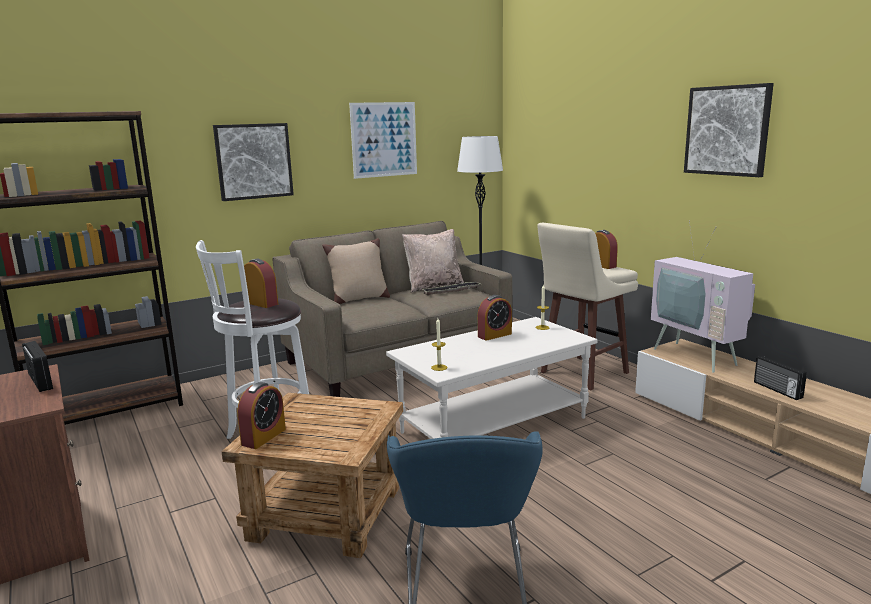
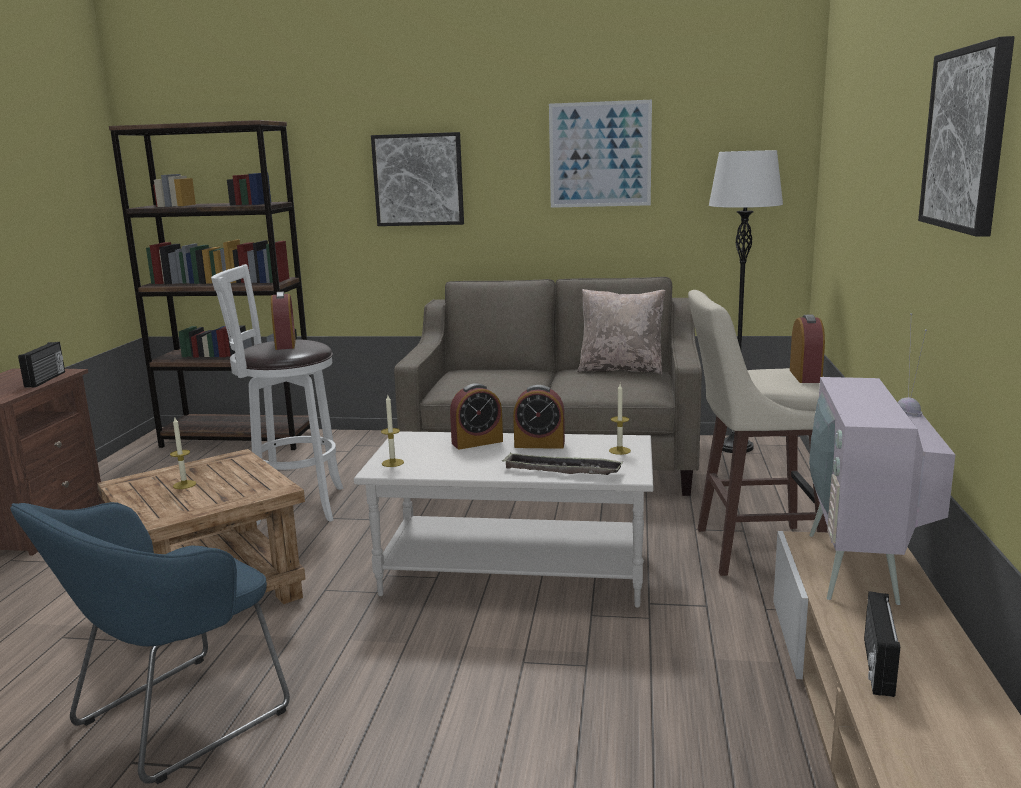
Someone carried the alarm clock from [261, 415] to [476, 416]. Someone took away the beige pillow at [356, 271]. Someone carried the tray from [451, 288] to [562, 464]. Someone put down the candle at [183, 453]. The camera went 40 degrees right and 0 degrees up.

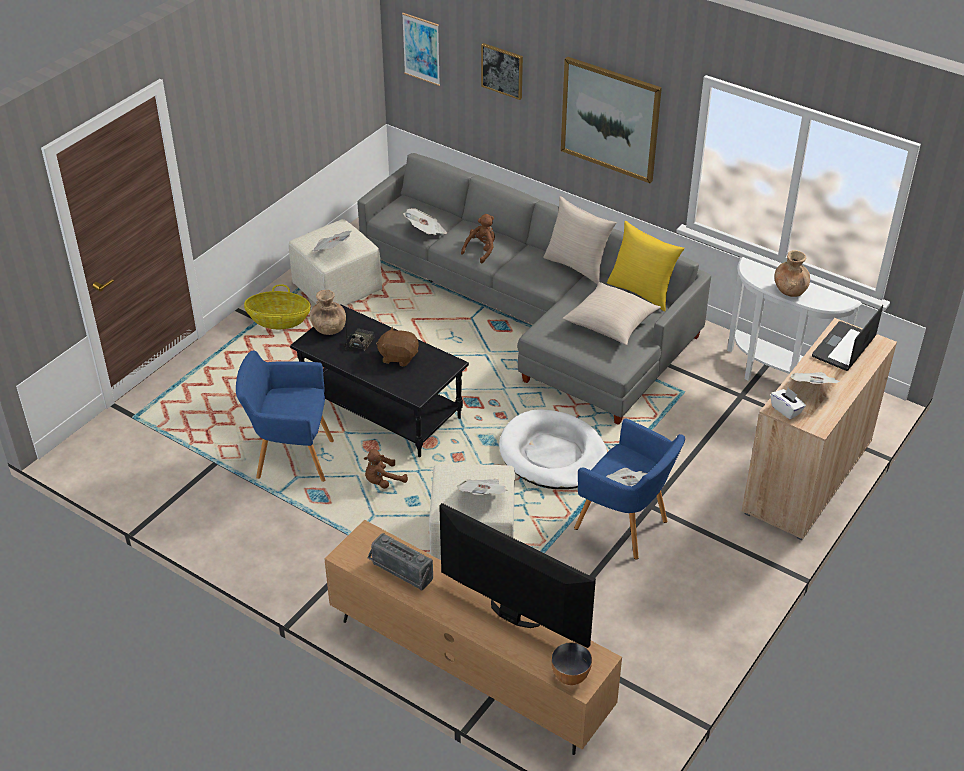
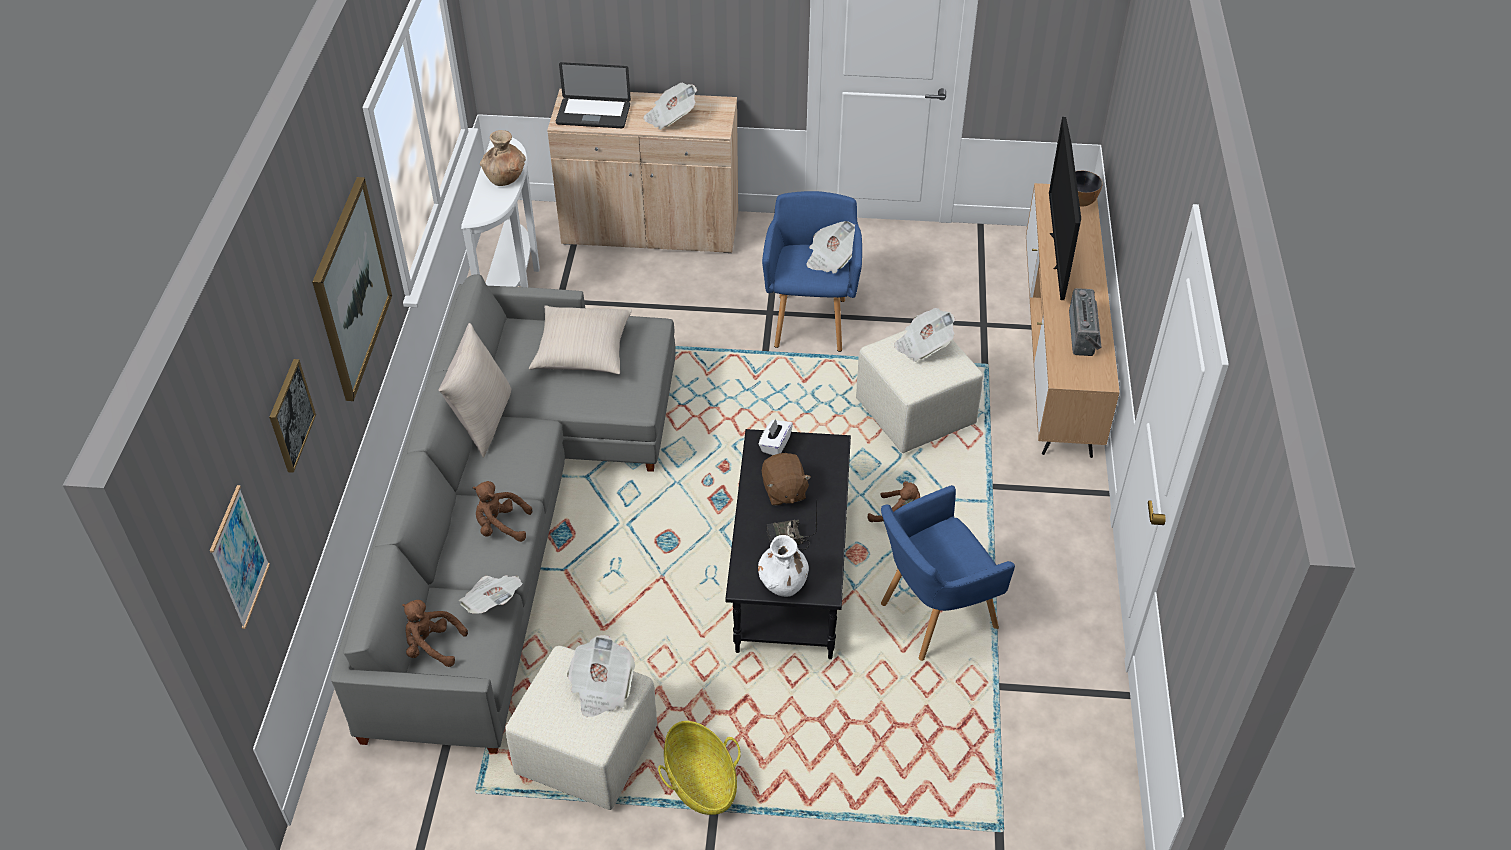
Someone rotated the blue armchair at [285, 416] by 90 degrees clockwise. Someone repainted the brown vase at [328, 312], which became the white vase at [783, 566]. Someone took away the white dog bed at [553, 449]. Someone took away the yellow pillow at [646, 266]. Someone carried the white tissue box from [788, 404] to [775, 437]. Someone put down the brown plush toy at [435, 633]. The camera went 120 degrees left and 5 degrees up.

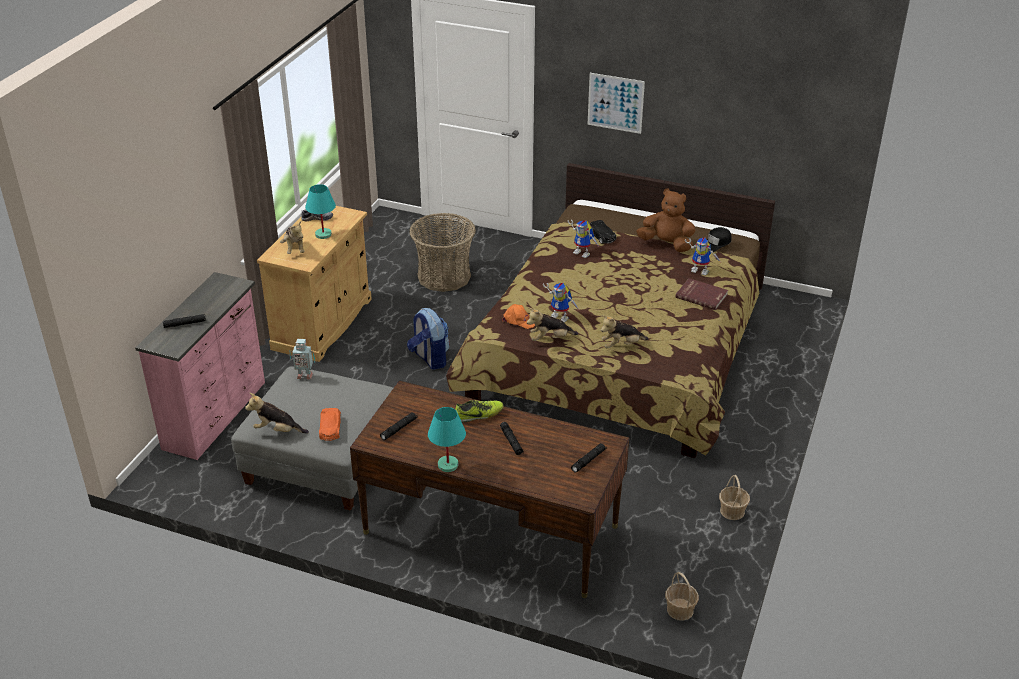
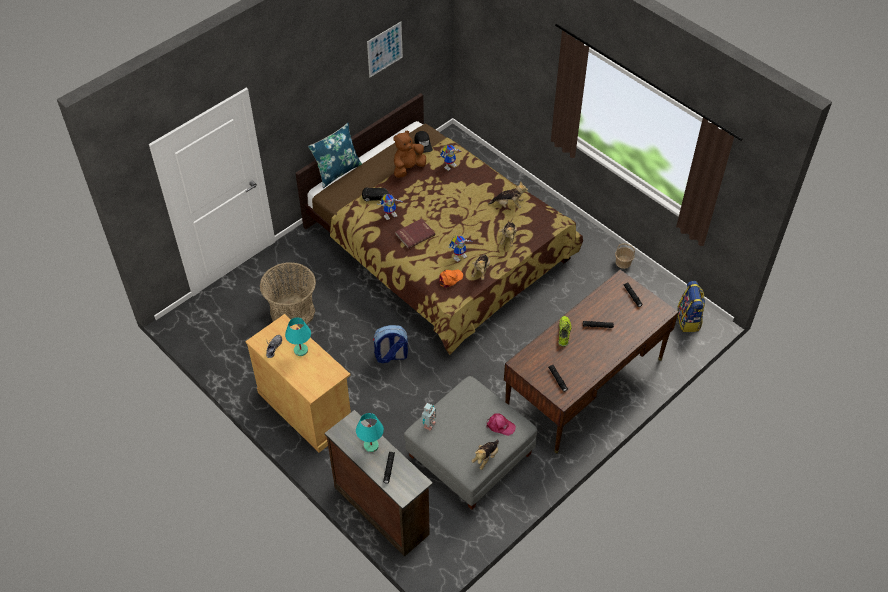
Someone repainted the pink dresser at [200, 366], which became the brown dresser at [379, 483]. Someone carried the plush toy from [292, 237] to [508, 195]. Someone swapped the orange toy car at [330, 424] for the pink cap at [501, 424]. Someone carried the turquoise table lamp from [447, 439] to [370, 432]. Someone carried the picture from [616, 103] to [385, 49]. Someone swapped the basket at [682, 596] for the backpack at [691, 306]. Someone carried the red book from [701, 294] to [415, 233]. Someone put down the blue pillow at [335, 155]. The camera went 65 degrees left and 15 degrees up.

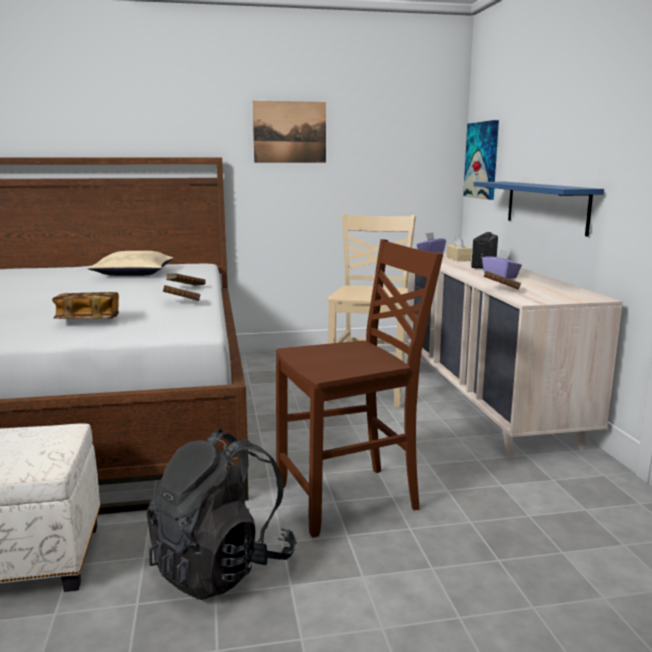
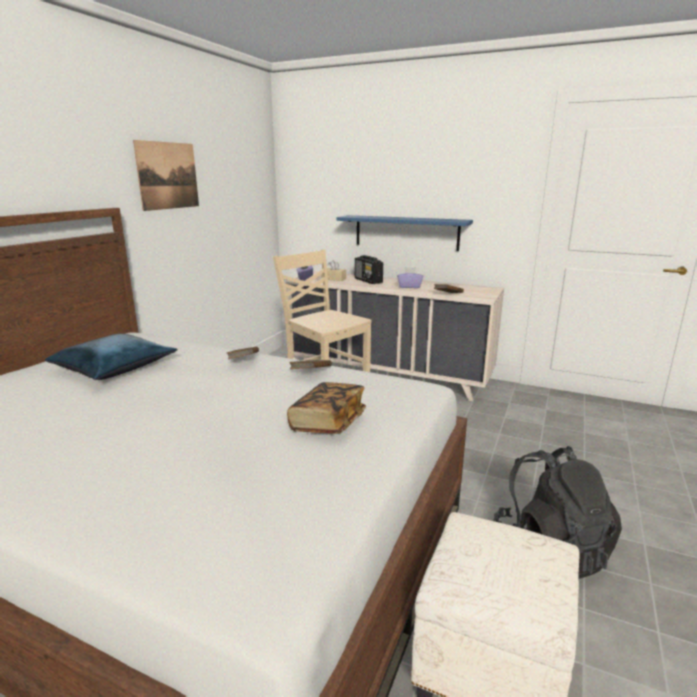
Someone repainted the beige pillow at [130, 263], which became the blue pillow at [111, 357]. Someone took away the brown chair at [359, 388]. Someone took away the picture at [481, 160]. The camera went 55 degrees left and 5 degrees up.

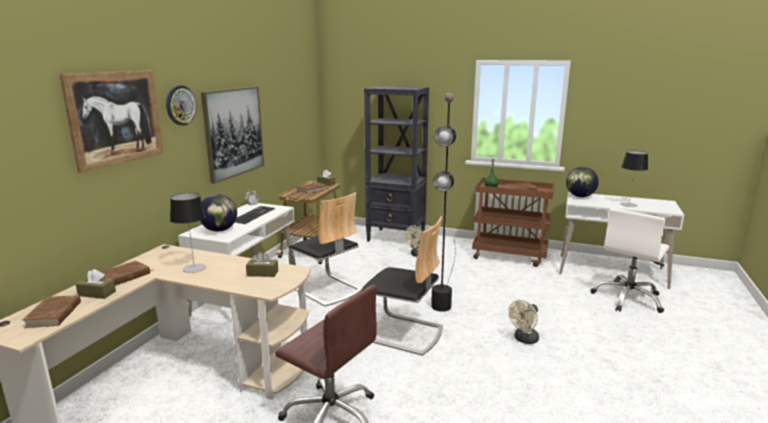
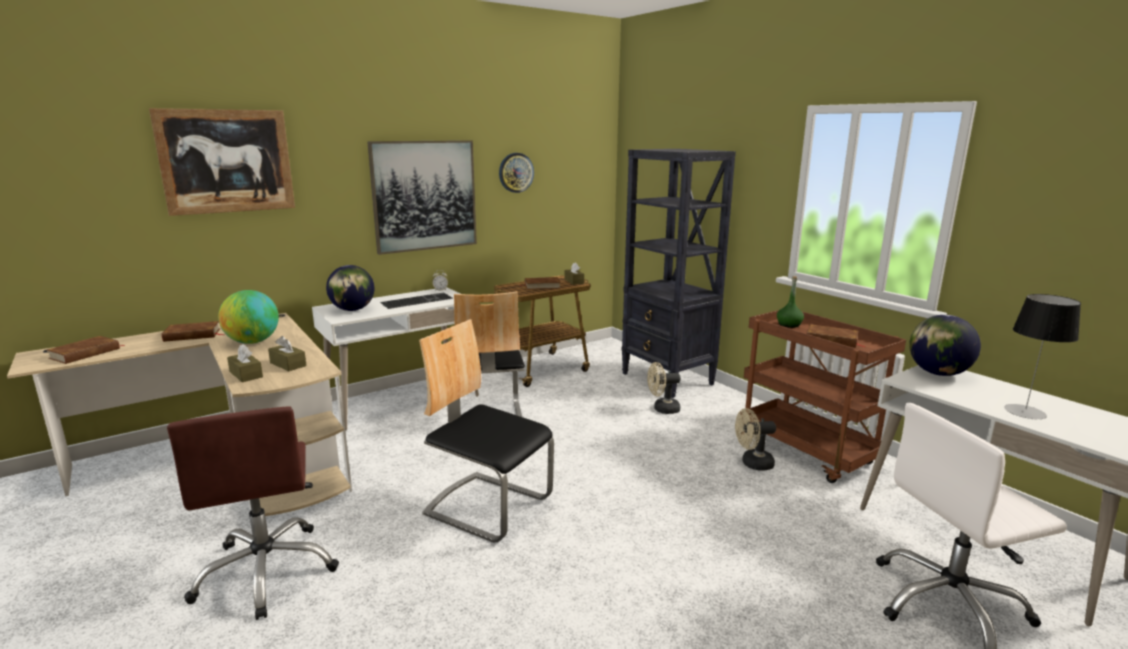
Someone carried the brown tissue box from [96, 284] to [245, 363]. Someone carried the wall clock from [181, 105] to [516, 173]. Someone swapped the table lamp at [188, 233] for the globe at [248, 317]. Someone rotated the chair at [402, 286] by 150 degrees clockwise. Someone took away the black floor lamp at [443, 202]. Someone carried the beige fan from [523, 322] to [755, 439]. The camera went 35 degrees right and 0 degrees up.

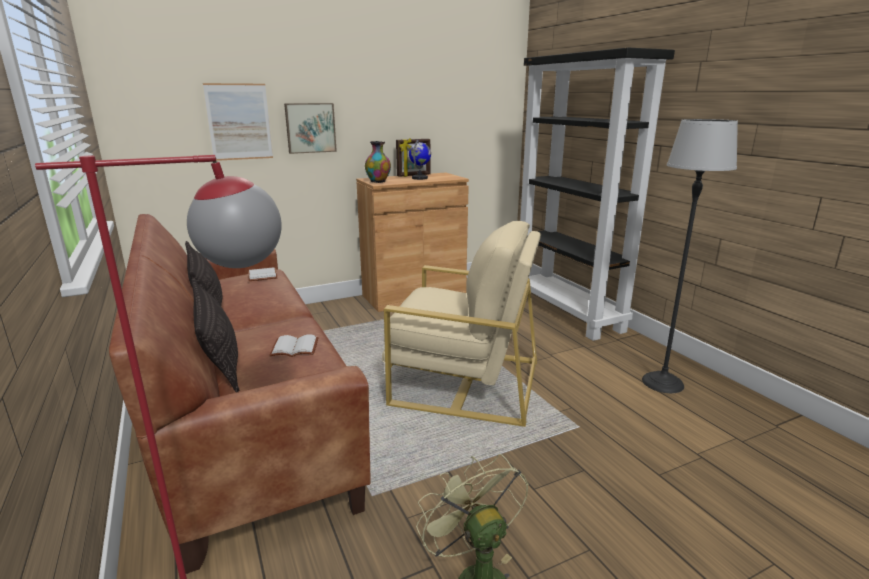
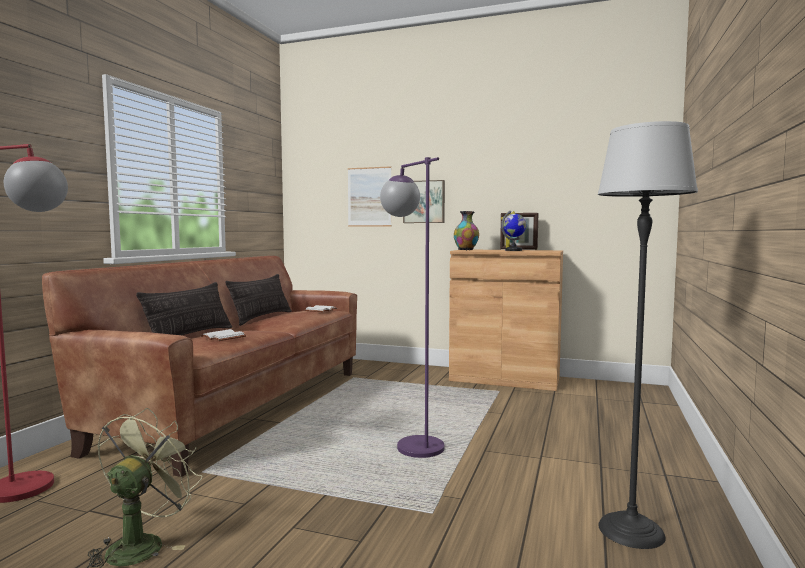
Someone swapped the beige armchair at [461, 324] for the purple floor lamp at [412, 307]. Someone took away the black bookcase at [597, 194]. The camera went 45 degrees right and 15 degrees down.

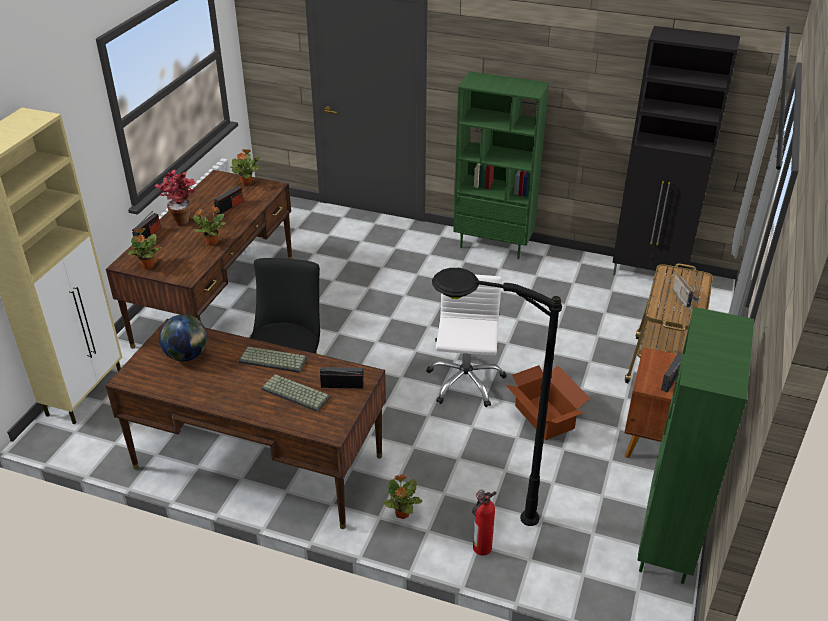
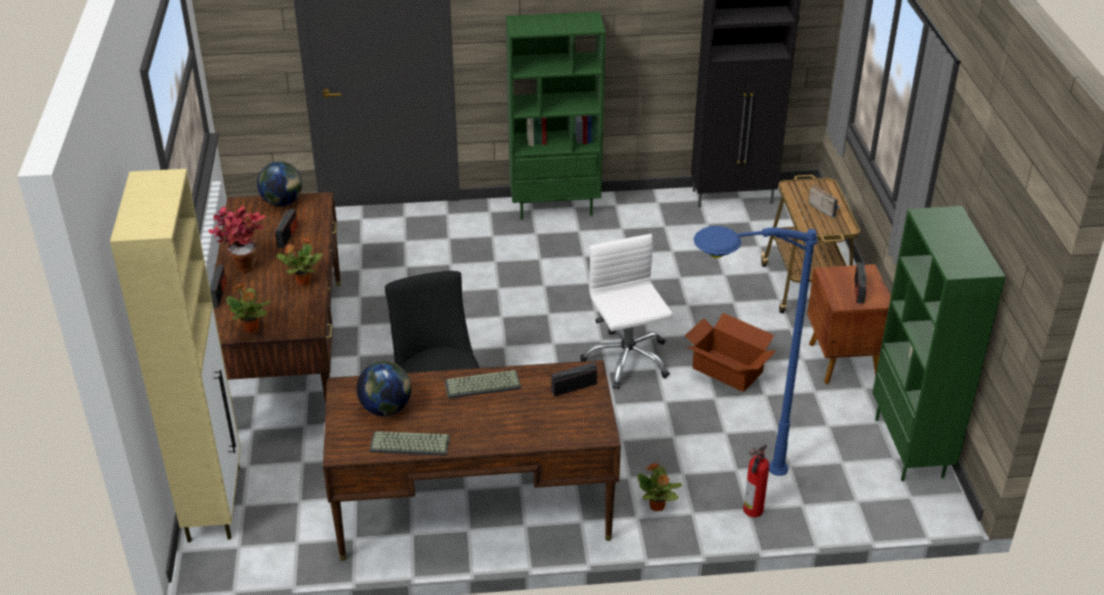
Someone swapped the potted plant at [245, 167] for the globe at [279, 183]. Someone carried the keyboard from [296, 393] to [409, 443]. Someone repainted the black floor lamp at [497, 397], which became the blue floor lamp at [756, 351]. The camera went 25 degrees left and 0 degrees up.

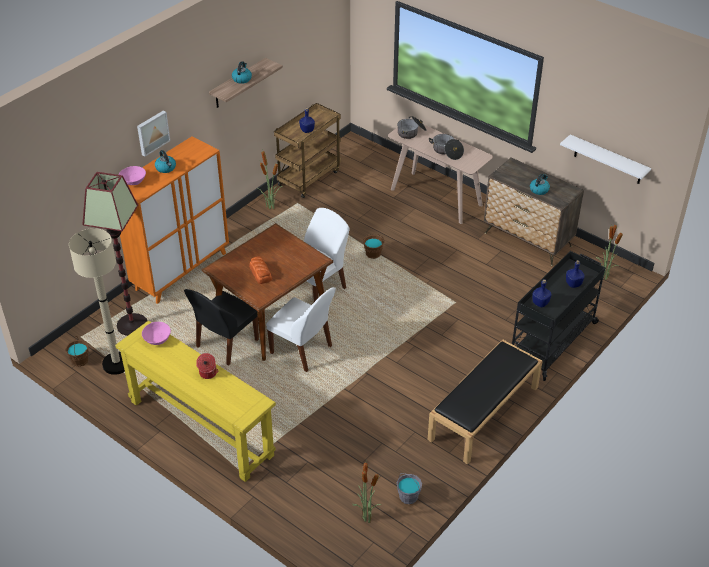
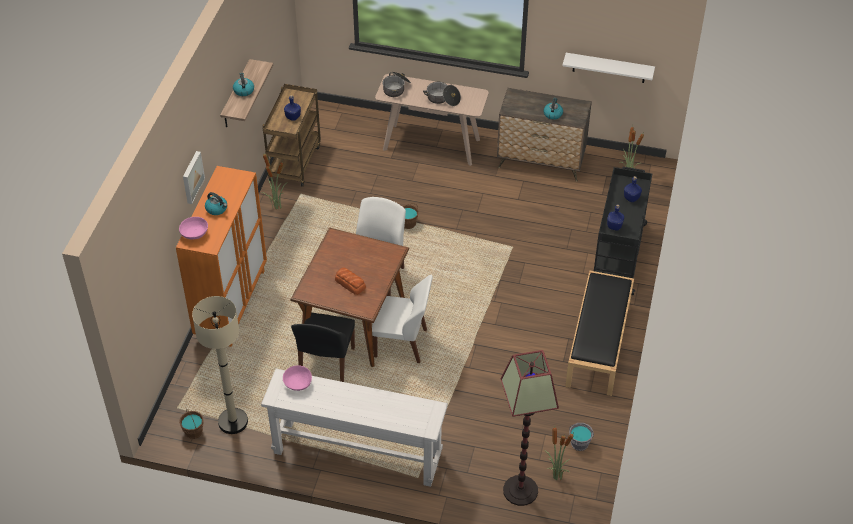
Someone carried the floor lamp from [114, 254] to [530, 428]. Someone repainted the yellow console table at [195, 401], which became the white console table at [354, 428]. Someone took away the cooking pot at [207, 366]. The camera went 25 degrees left and 5 degrees up.

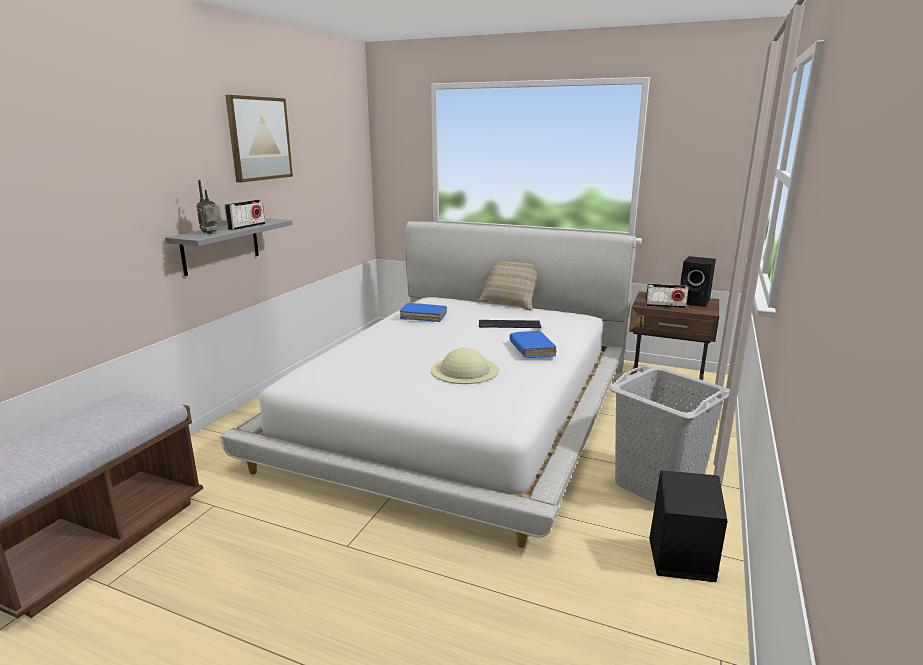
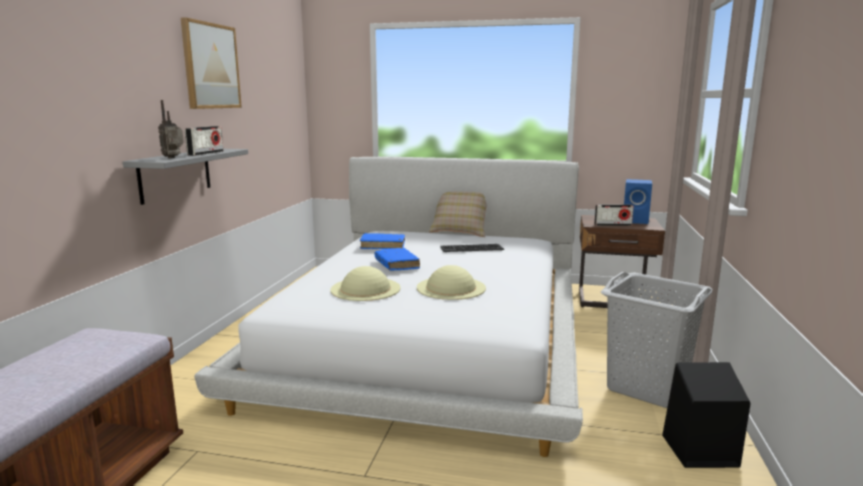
Someone carried the blue book from [532, 344] to [397, 259]. Someone repainted the black speaker at [698, 281], which became the blue speaker at [638, 201]. Someone put down the beige hat at [365, 283]. The camera went 10 degrees left and 5 degrees down.

